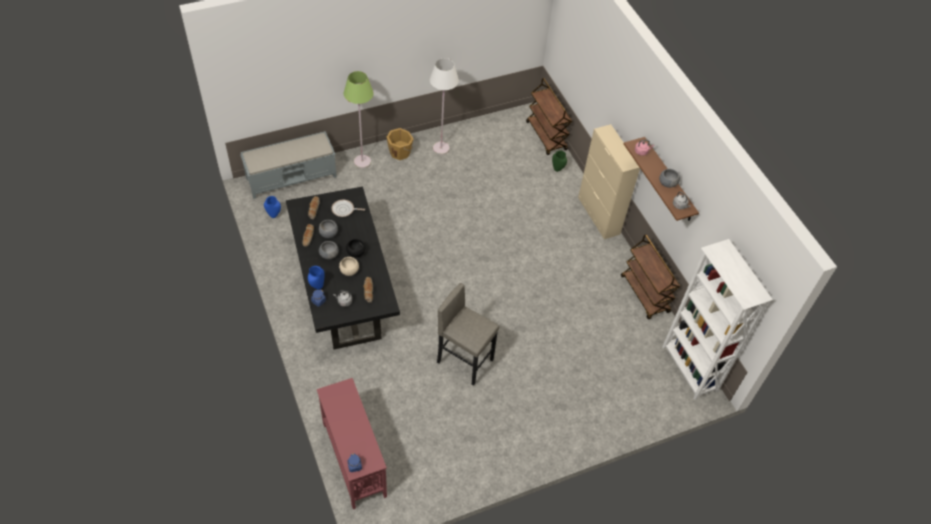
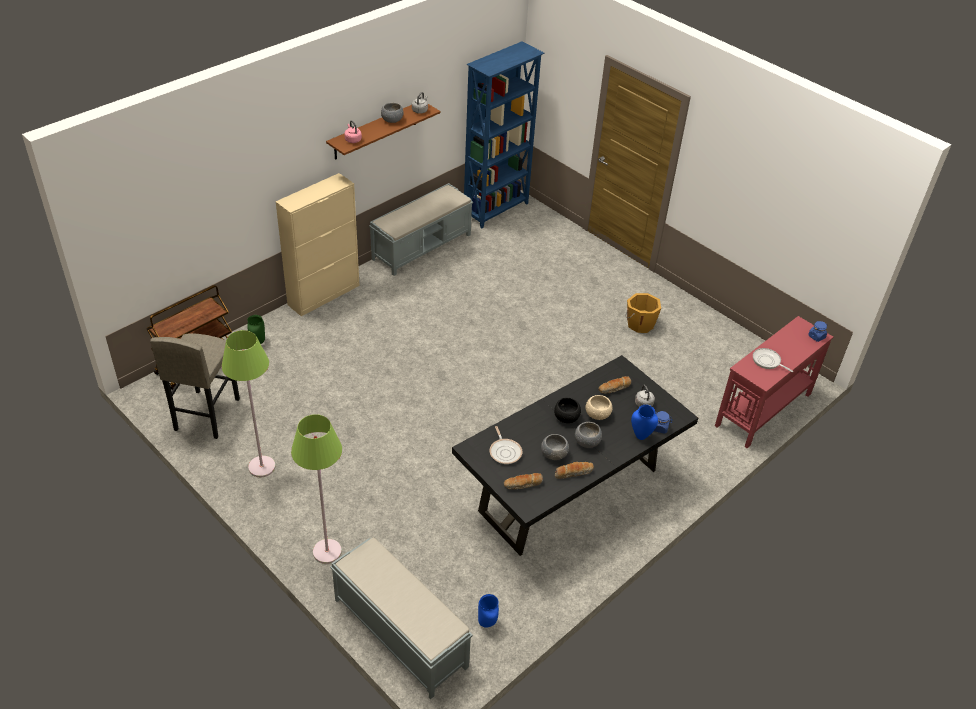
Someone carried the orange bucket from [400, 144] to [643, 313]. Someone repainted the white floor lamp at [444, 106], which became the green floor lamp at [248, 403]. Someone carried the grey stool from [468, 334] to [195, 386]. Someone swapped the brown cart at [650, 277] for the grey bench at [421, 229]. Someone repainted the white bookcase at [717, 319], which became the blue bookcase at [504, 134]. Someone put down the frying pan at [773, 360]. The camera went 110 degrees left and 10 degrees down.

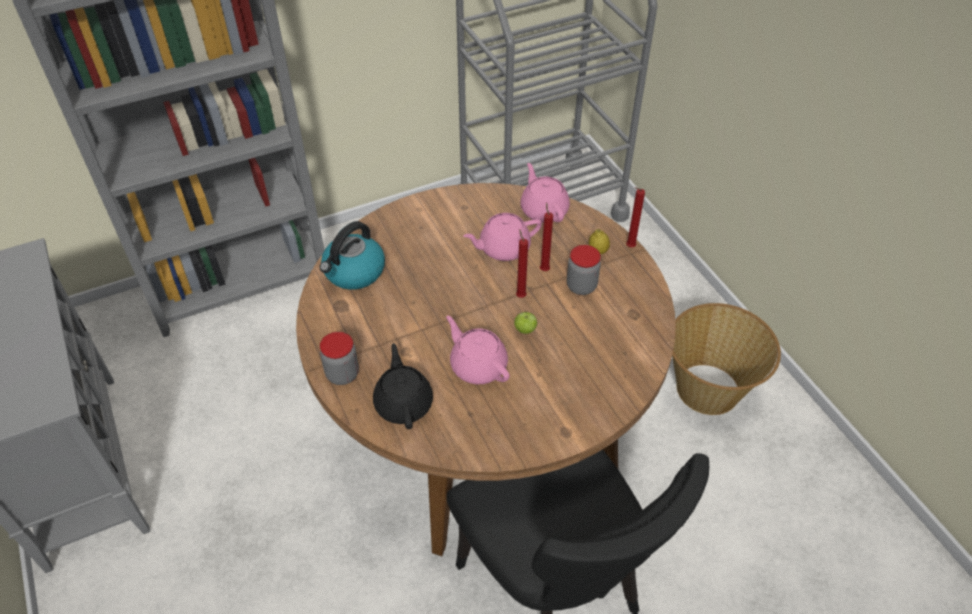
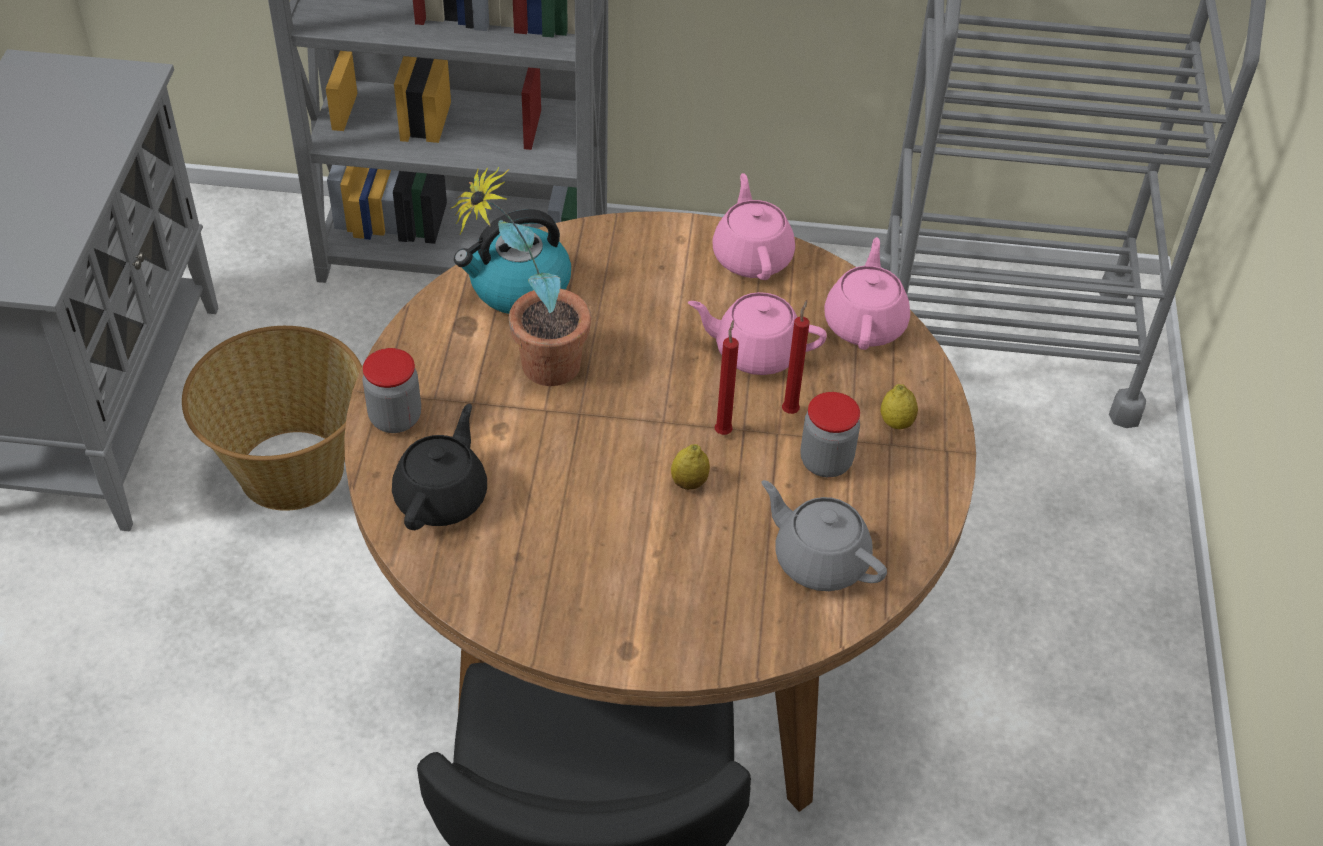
Someone carried the pink teapot from [478, 350] to [753, 226]. Someone swapped the apple at [525, 323] for the lemon at [690, 467]. Someone took away the red candle at [635, 217]. Someone carried the basket from [726, 359] to [272, 418]. Someone put down the potted plant at [520, 276]. Someone put down the grey teapot at [824, 535]. The camera went 30 degrees right and 0 degrees up.

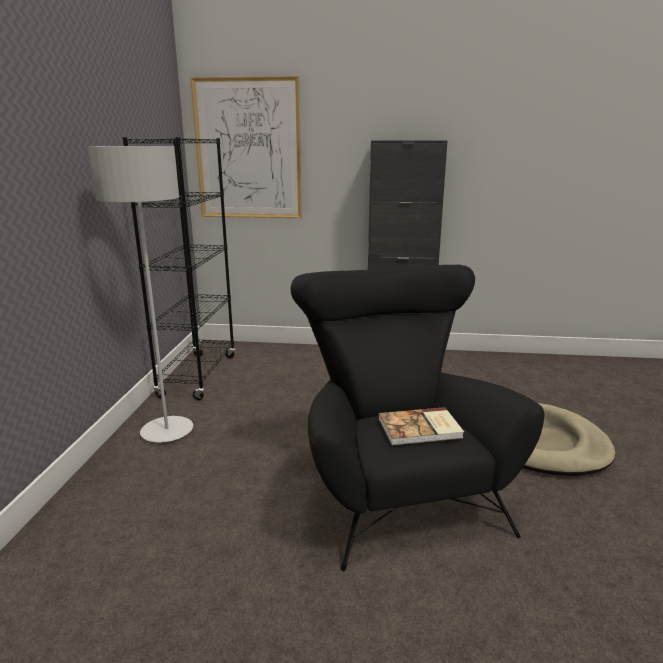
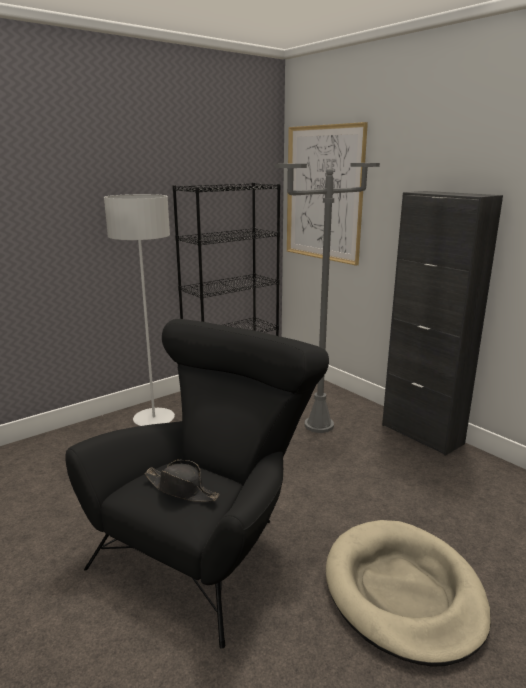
Someone swapped the book at [421, 426] for the black hat at [181, 481]. Someone put down the grey floor lamp at [327, 298]. The camera went 45 degrees right and 0 degrees up.

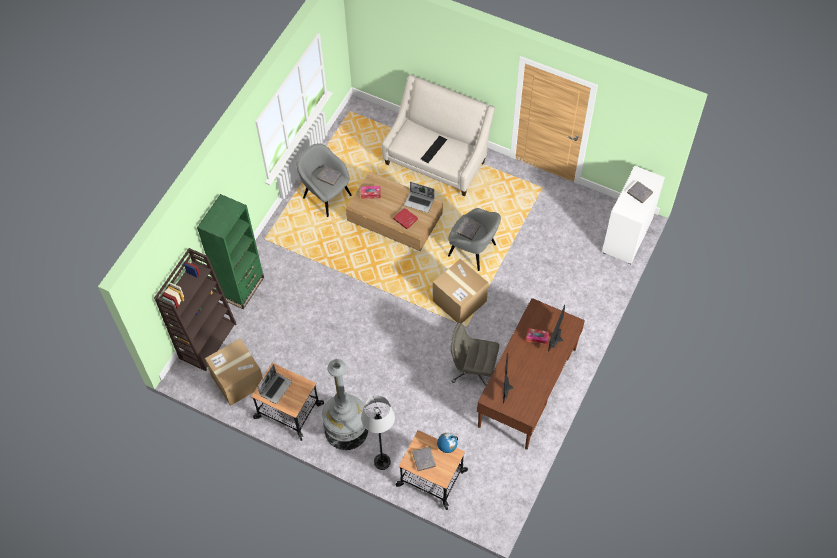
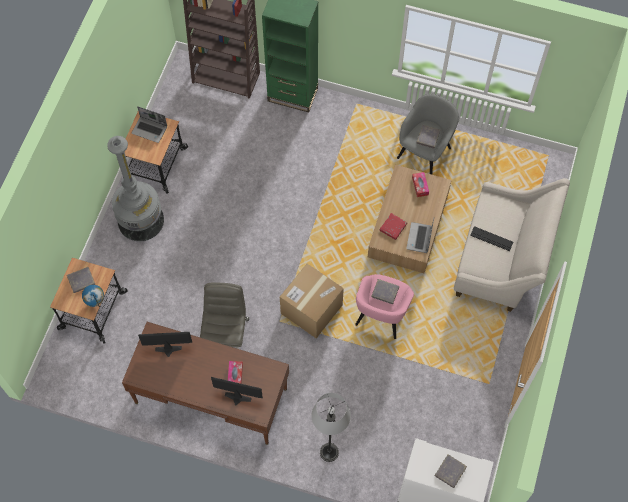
Someone took away the cardboard box at [234, 372]. Someone carried the grey floor lamp from [378, 433] to [331, 427]. Someone repainted the grey armchair at [474, 239], which became the pink armchair at [384, 306]. The camera went 80 degrees right and 5 degrees up.

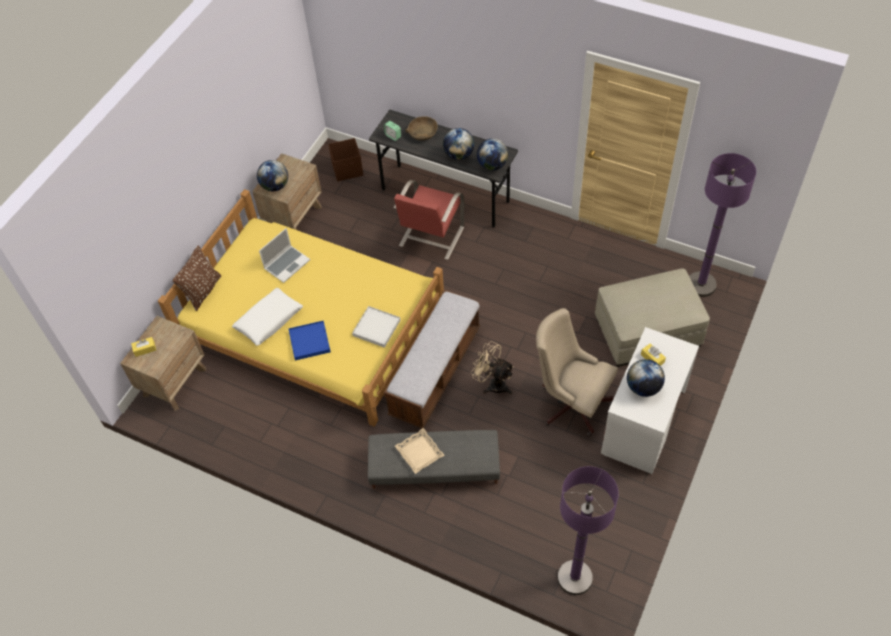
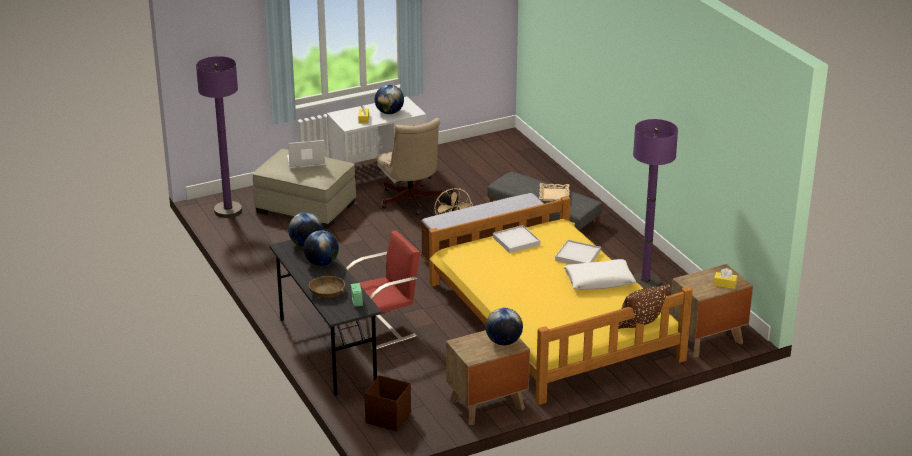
Someone carried the laptop from [284, 255] to [306, 154]. Someone repainted the blue tray at [309, 340], which became the white tray at [578, 252]. Someone carried the purple floor lamp from [588, 530] to [655, 204]. The camera went 145 degrees left and 25 degrees down.

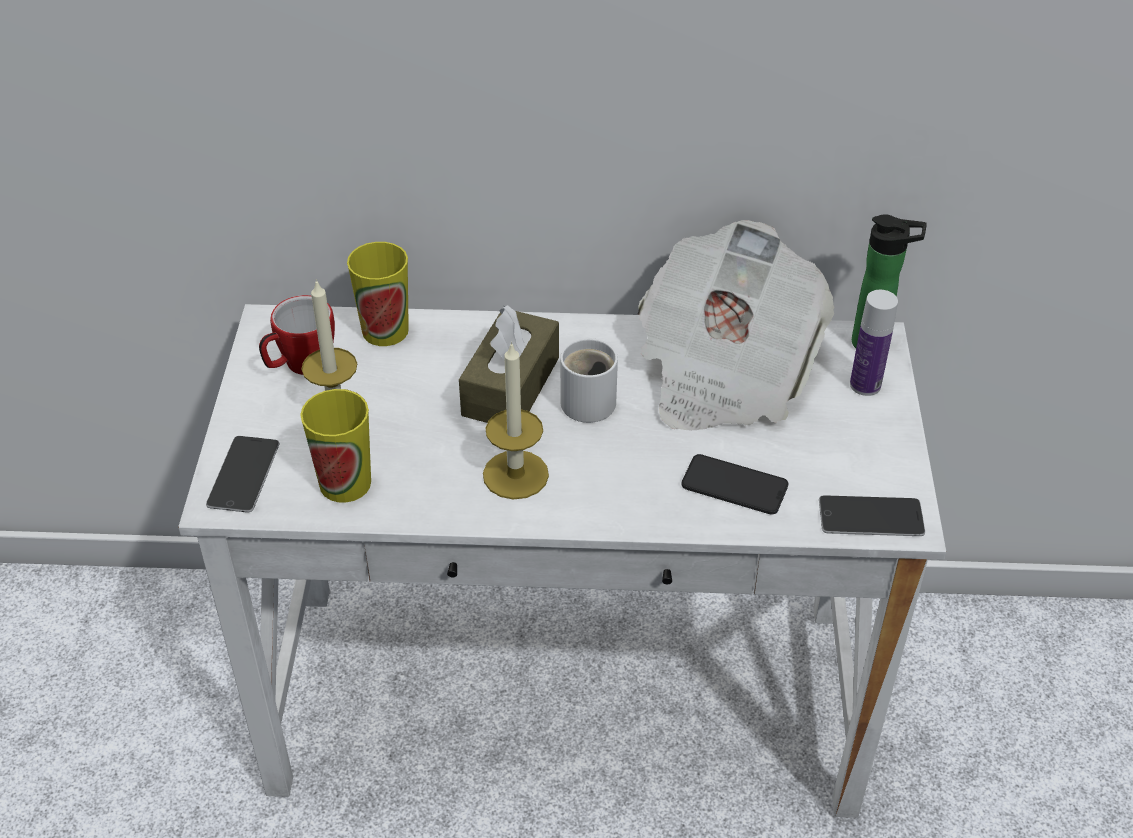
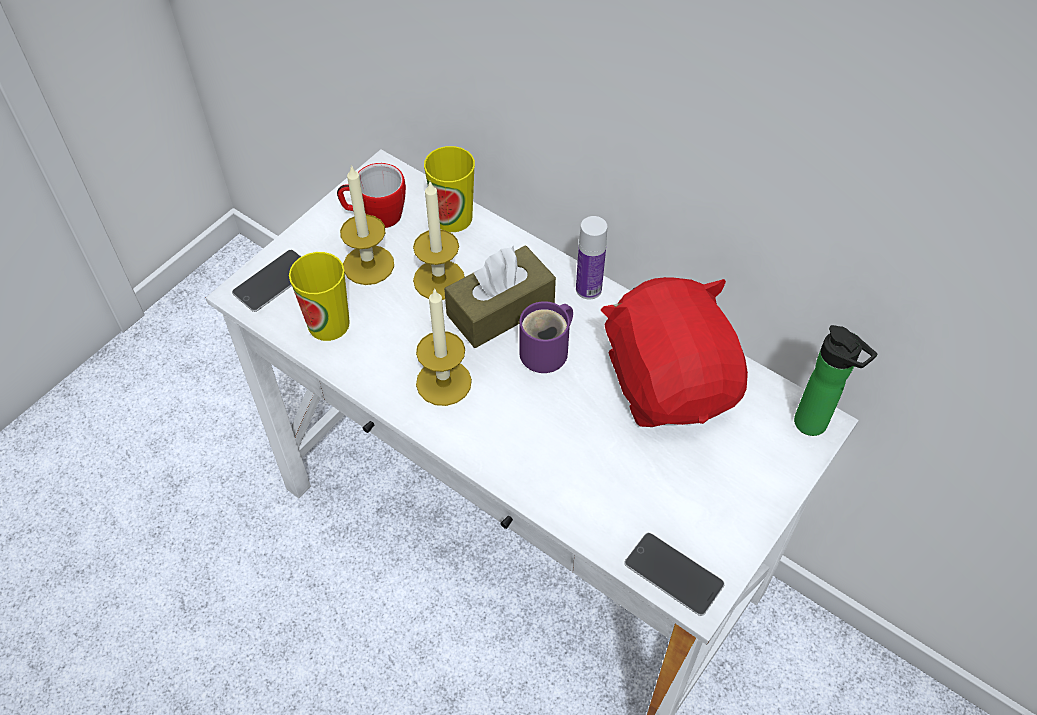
Someone repainted the white mug at [589, 380], which became the purple mug at [546, 337]. Someone swapped the newspaper at [735, 325] for the red plush toy at [674, 352]. Someone took away the phone at [734, 484]. Someone carried the bottle from [874, 343] to [591, 258]. Someone put down the candle at [439, 241]. The camera went 35 degrees right and 10 degrees up.

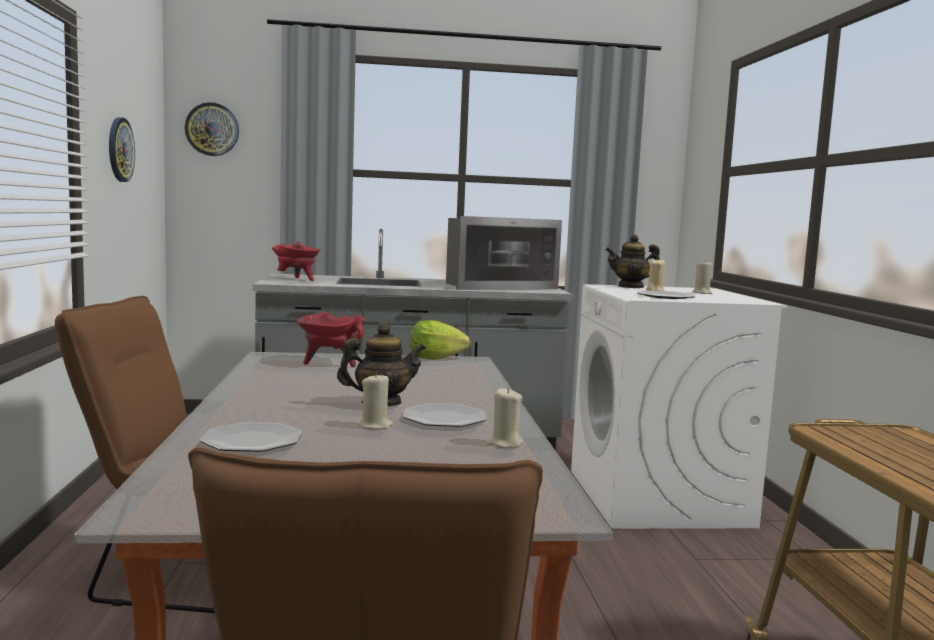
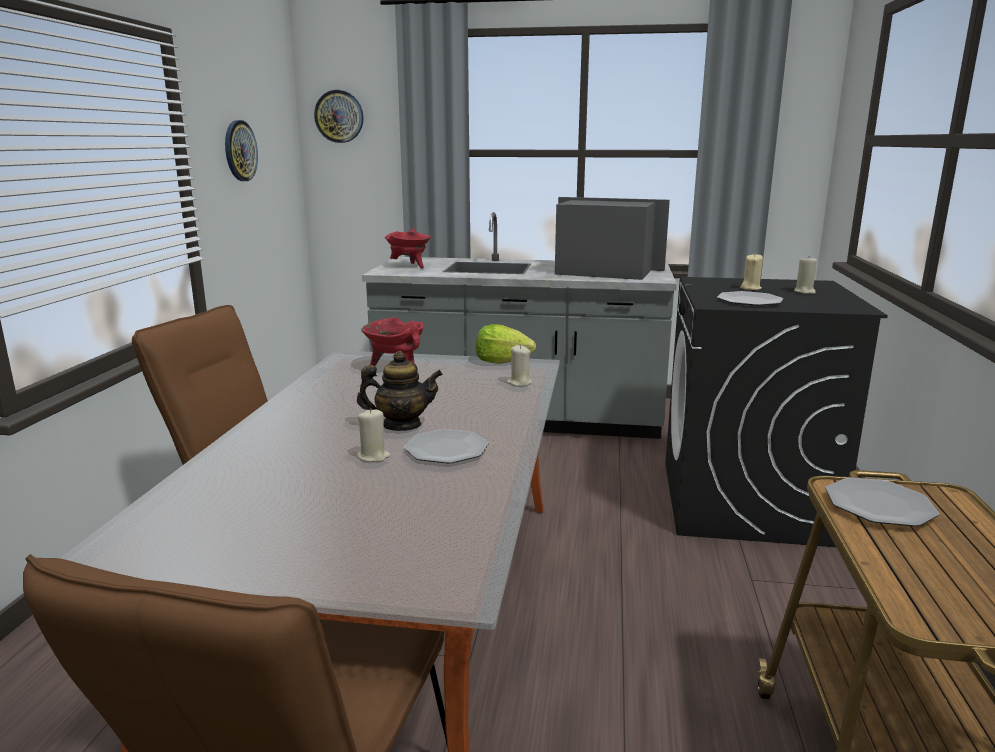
Someone carried the plate from [251, 437] to [882, 501]. Someone rotated the microwave at [504, 253] by 150 degrees counterclockwise. Someone carried the beige candle from [505, 418] to [519, 365]. Someone repainted the white washing machine at [679, 406], which became the black washing machine at [776, 412]. Someone took away the teapot at [633, 261]. The camera went 15 degrees right and 10 degrees up.

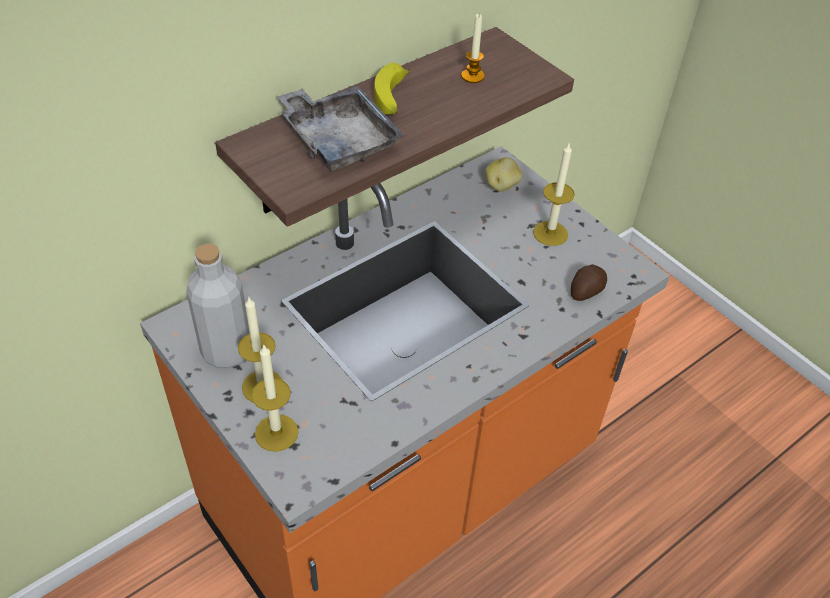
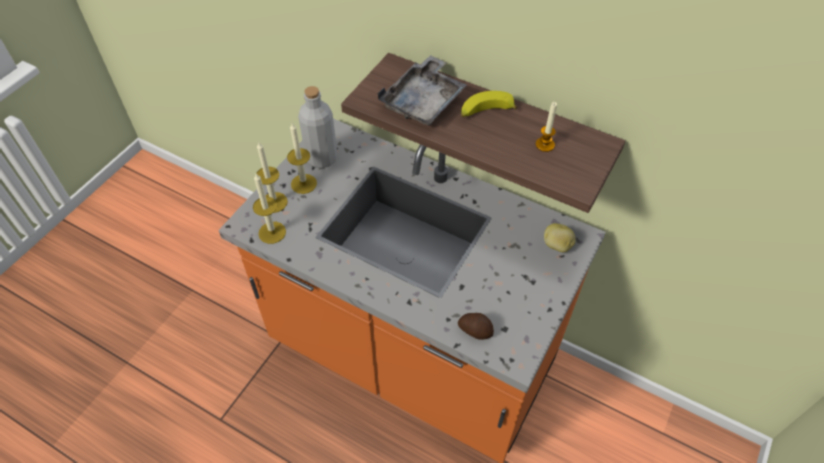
Someone carried the candle from [554, 194] to [269, 209]. The camera went 70 degrees right and 5 degrees up.

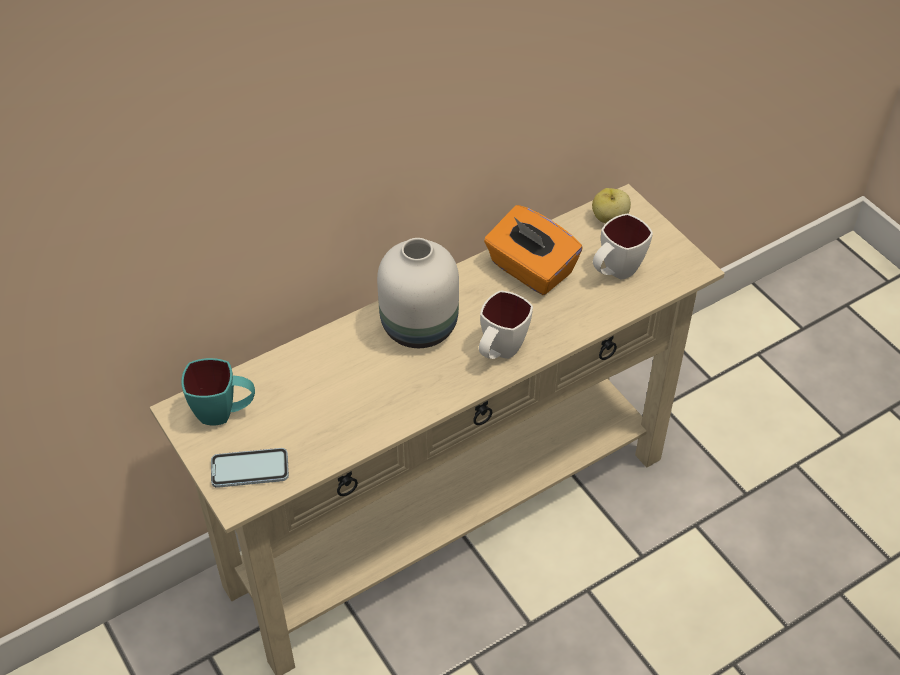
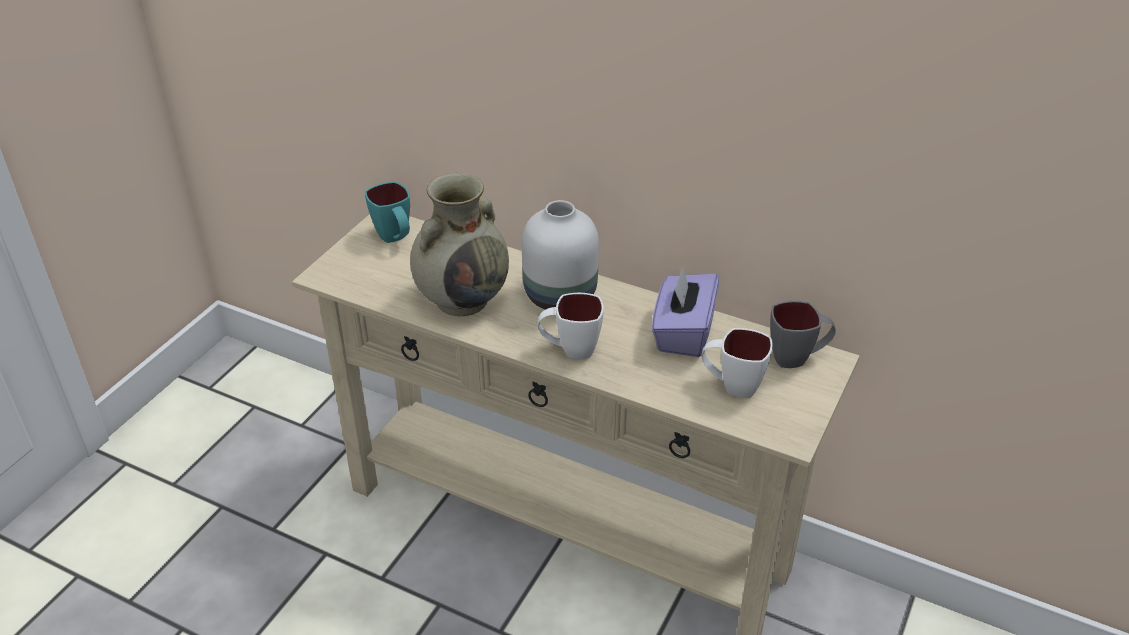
Someone took away the phone at [250, 468]. Someone repainted the orange tissue box at [533, 250], which became the purple tissue box at [685, 312]. Someone swapped the apple at [611, 205] for the grey mug at [803, 334]. Someone put down the beige vase at [459, 244]. The camera went 60 degrees right and 10 degrees down.

